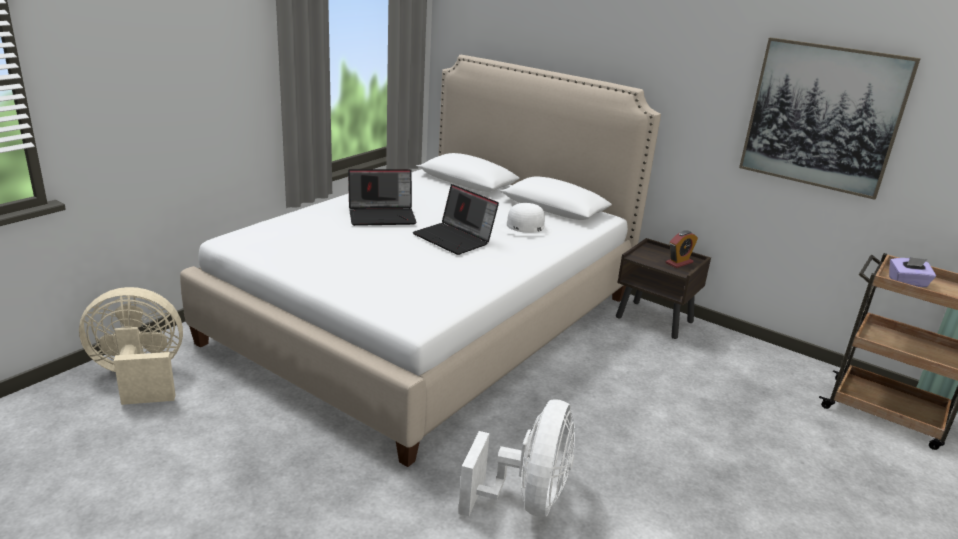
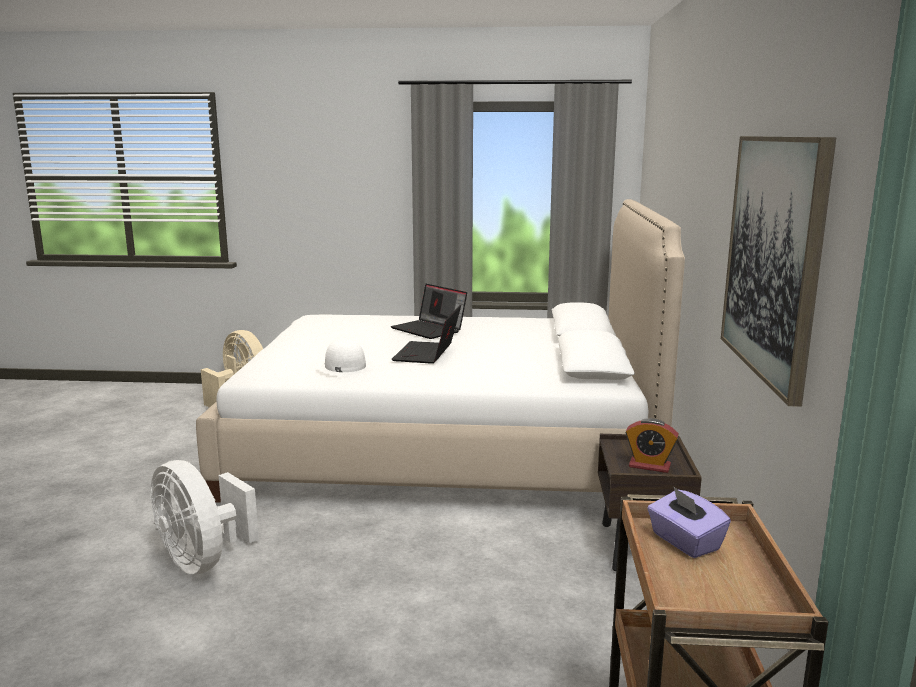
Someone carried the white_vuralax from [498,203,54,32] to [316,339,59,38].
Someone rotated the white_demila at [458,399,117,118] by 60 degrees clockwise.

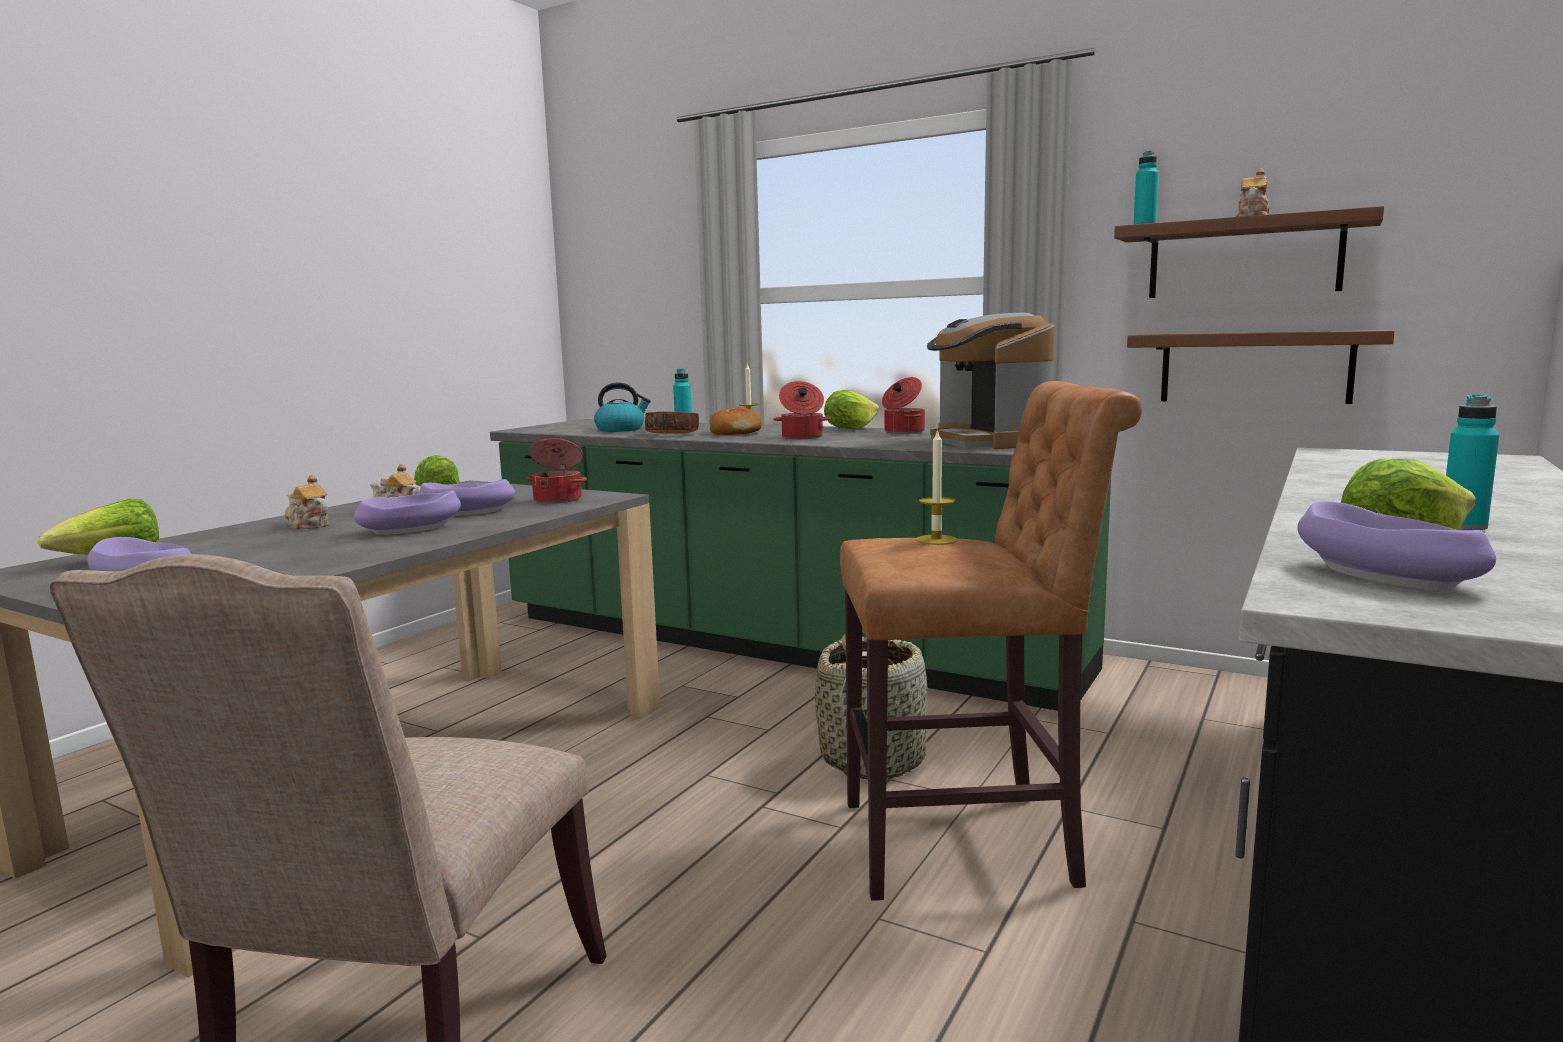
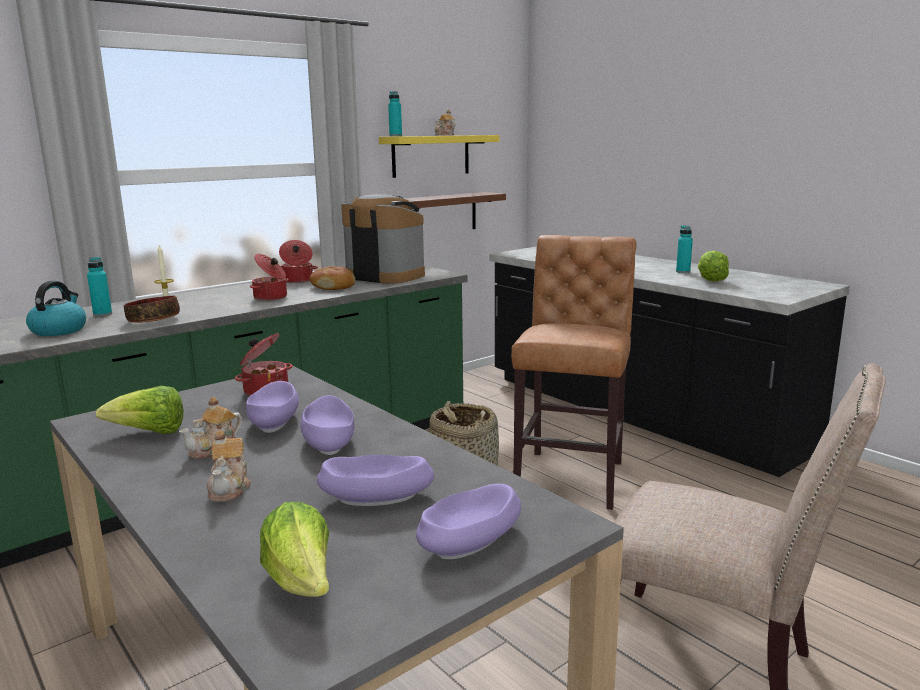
Someone took away the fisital at [824,390,55,39].
Someone took away the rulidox at [916,429,42,116].
Someone carried the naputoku from [710,407,52,28] to [310,266,45,24].
Someone carried the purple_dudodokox from [1297,501,199,89] to [317,455,117,51].
Someone repainted the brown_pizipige at [1114,206,270,92], which became the yellow_pizipige at [379,135,121,43].
Someone rotated the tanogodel at [285,475,44,54] by 60 degrees counterclockwise.
Someone rotated the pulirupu at [927,313,128,136] by 150 degrees counterclockwise.

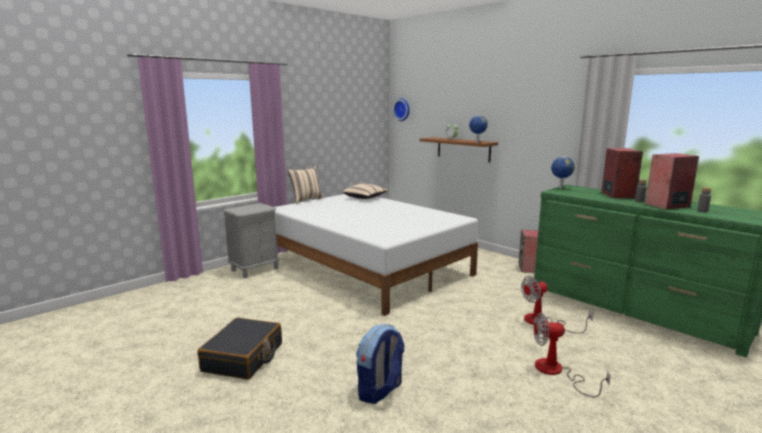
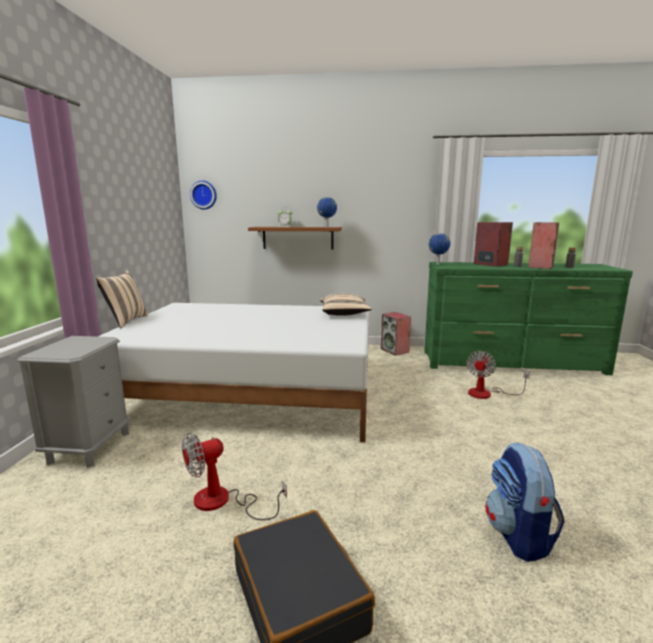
Someone carried the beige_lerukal from [343,184,46,15] to [320,294,52,22].
Someone carried the demila from [533,313,78,84] to [182,433,105,87].

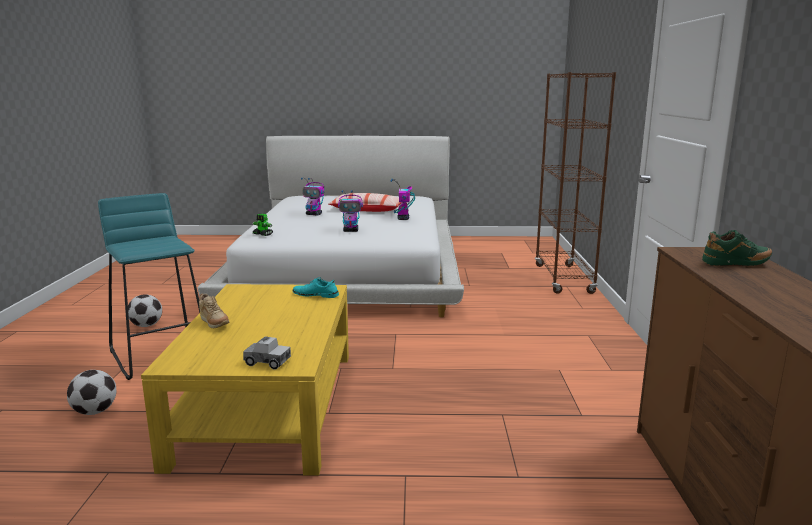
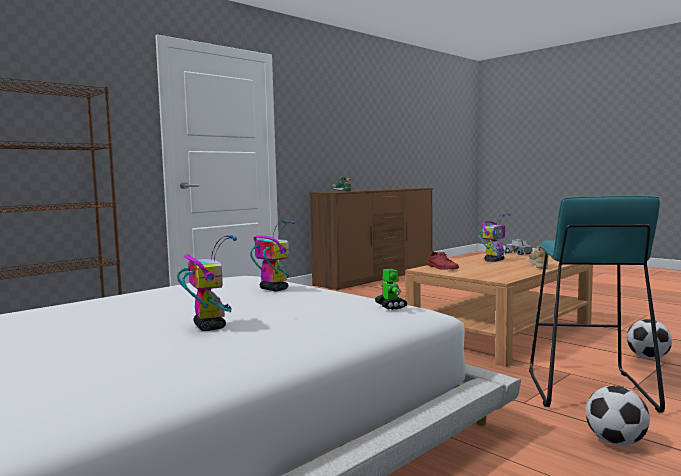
Someone took away the lerukal at [328,193,74,19].
Someone carried the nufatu from [390,179,25,41] to [479,213,32,49].
Someone repainted the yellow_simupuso at [141,284,208,192], which became the brown_simupuso at [405,251,188,116].
Someone repainted the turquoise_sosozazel at [293,277,46,21], which became the red_sosozazel at [427,251,32,19].

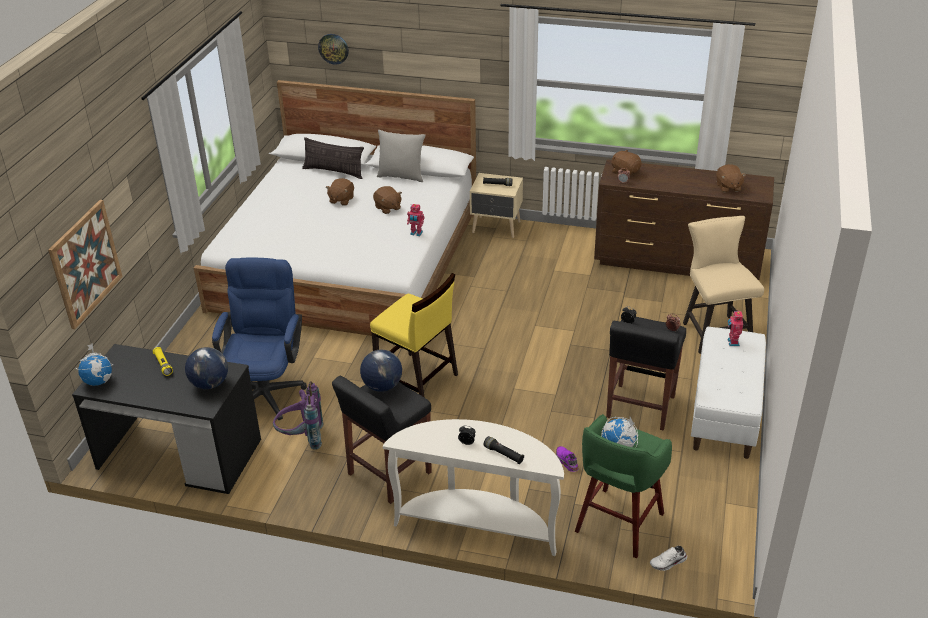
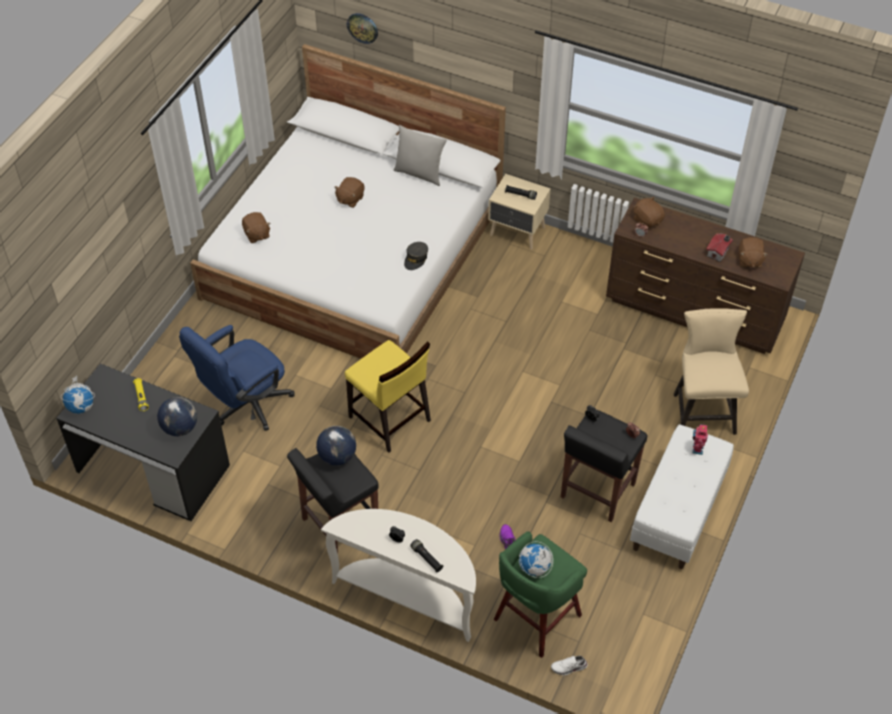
Someone took away the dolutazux at [48,200,75,129].
Someone took away the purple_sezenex at [273,381,50,69].
Someone took away the lerukal at [302,137,62,42].
Someone put down the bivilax at [706,233,27,29].
Someone carried the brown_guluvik from [373,186,29,28] to [242,212,29,31].
Someone swapped the nufatu at [407,204,18,32] for the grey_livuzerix at [404,242,24,28].
Someone rotated the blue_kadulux at [212,257,95,163] by 150 degrees counterclockwise.

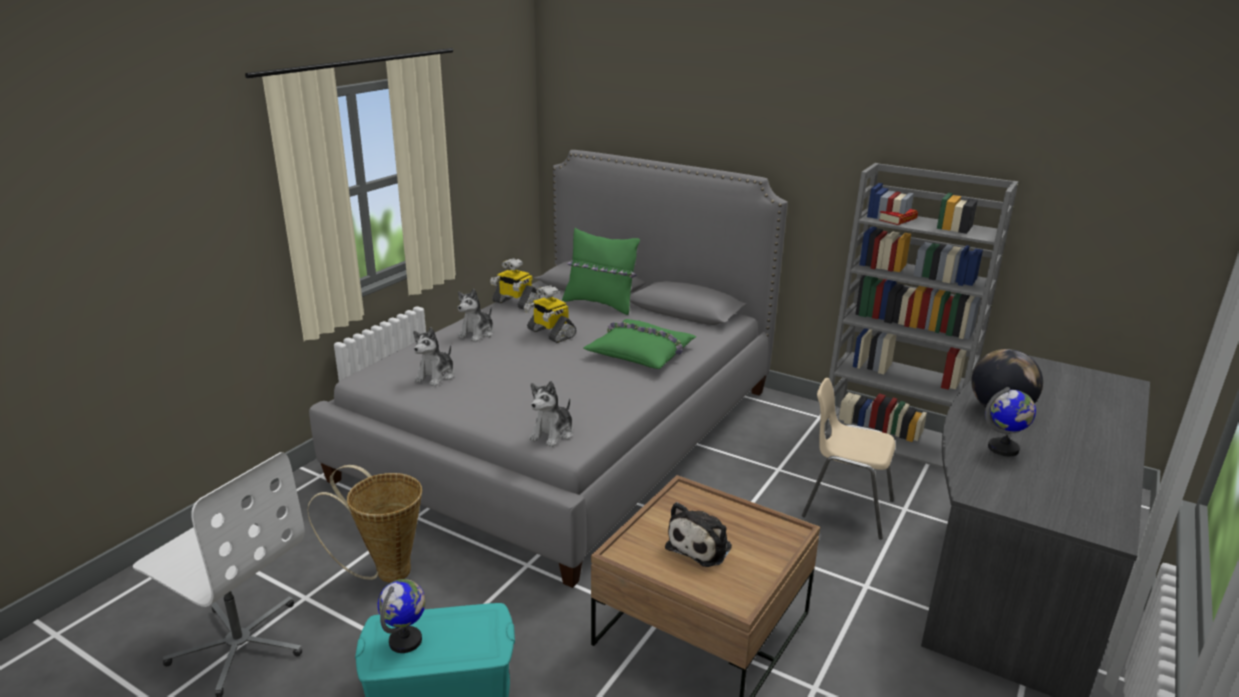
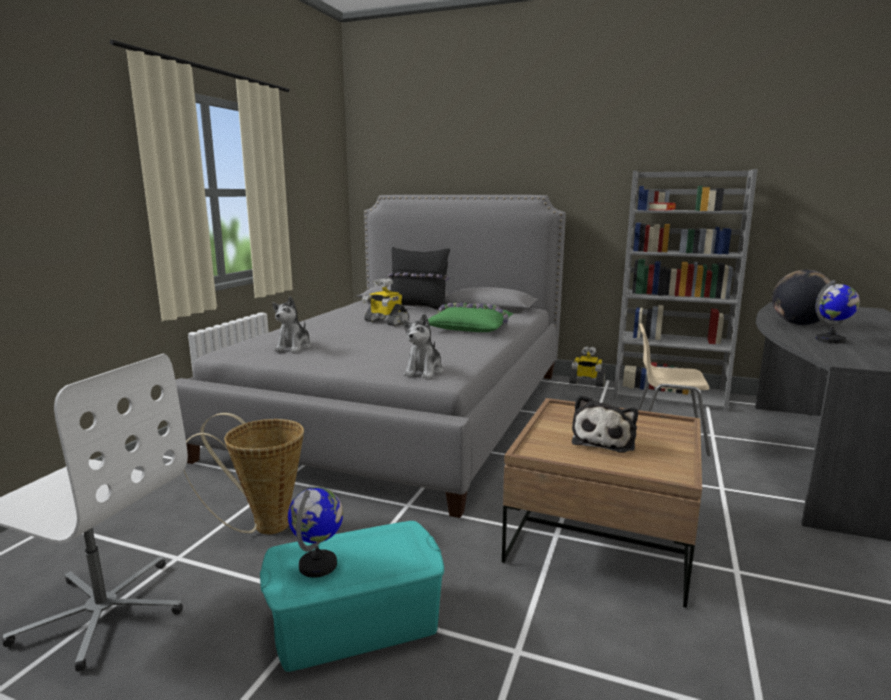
Someone took away the guluvik at [458,289,36,53].
Someone carried the nufatu from [490,258,50,51] to [569,346,36,41].
Someone repainted the green_lerukal at [562,228,78,87], which became the black_lerukal at [388,247,62,64].

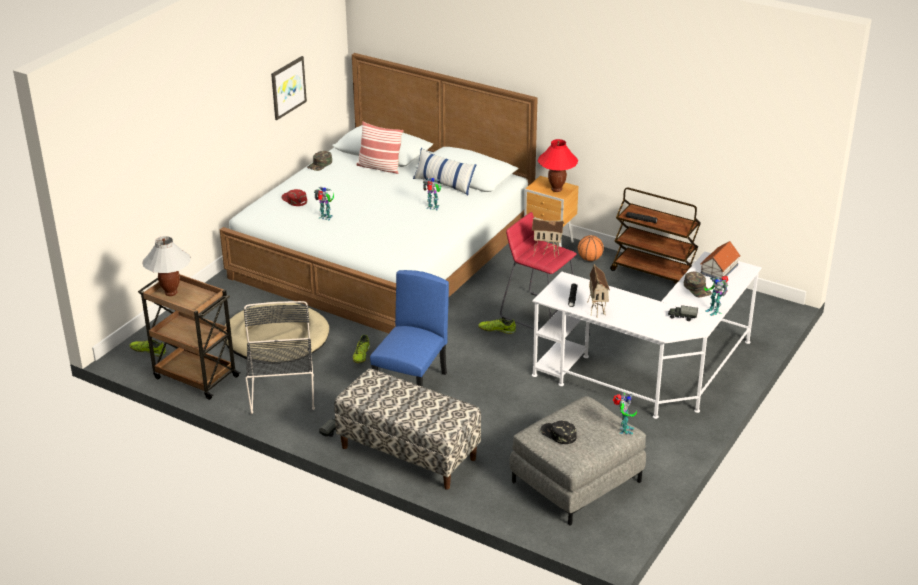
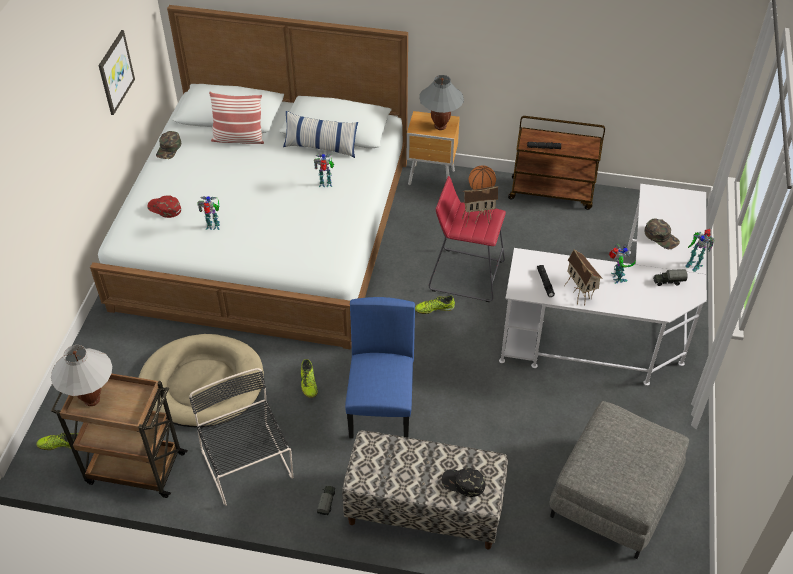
Someone took away the bivilax at [700,241,40,39].
Someone carried the black_livuzerix from [540,421,37,23] to [442,468,43,29].
Someone carried the nufatu from [613,393,24,41] to [609,244,27,40].
Someone repainted the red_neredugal at [538,139,40,53], which became the grey_neredugal at [419,75,45,55].

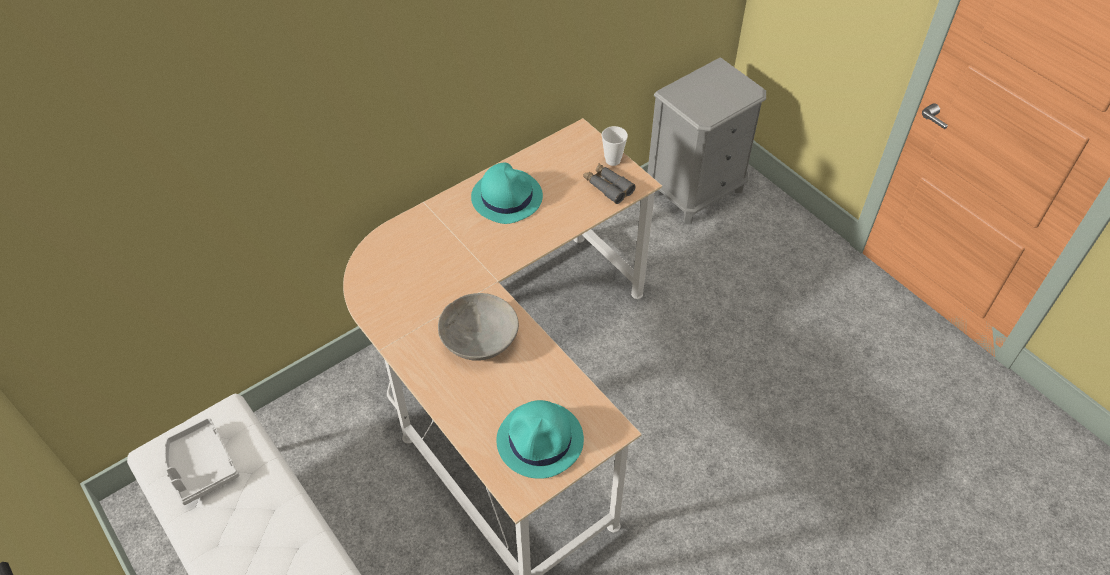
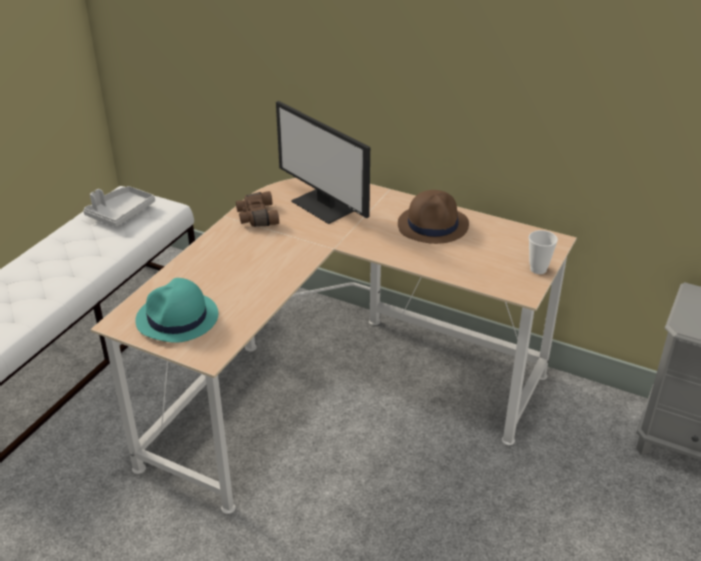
Someone took away the grey_dudodokox at [438,293,81,68].
Someone took away the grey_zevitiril at [583,164,52,40].
Someone put down the brown_zevitiril at [236,191,43,36].
Someone put down the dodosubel at [276,101,94,123].
Someone repainted the turquoise_vuralax at [471,162,72,62], which became the brown_vuralax at [398,190,71,54].

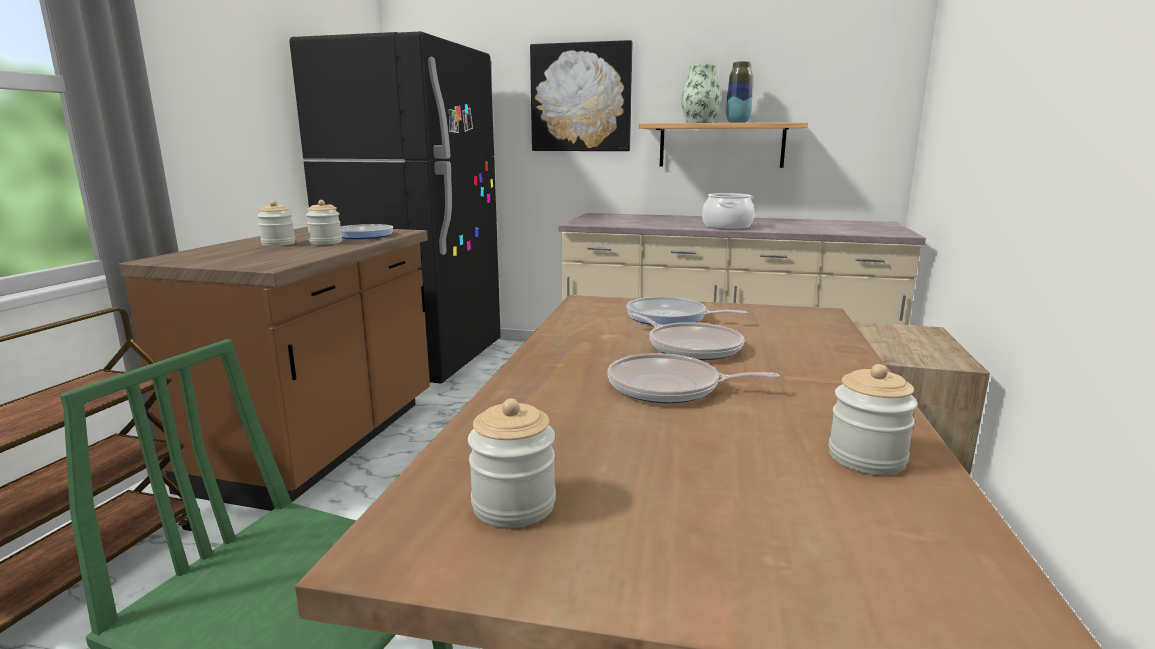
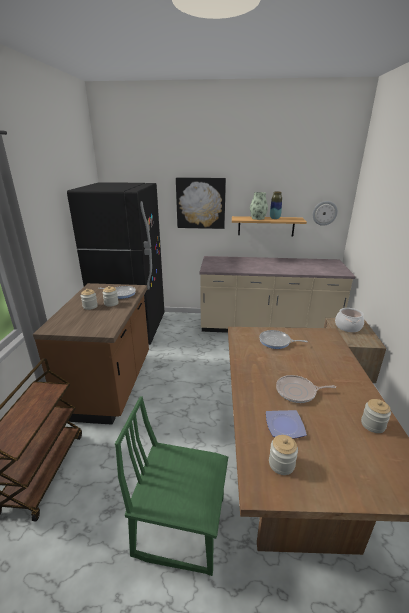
Someone took away the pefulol at [628,313,116,47].
Someone put down the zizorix at [266,410,41,28].
Someone put up the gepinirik at [313,201,25,25].
Someone carried the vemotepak from [702,193,53,36] to [335,308,29,24].

